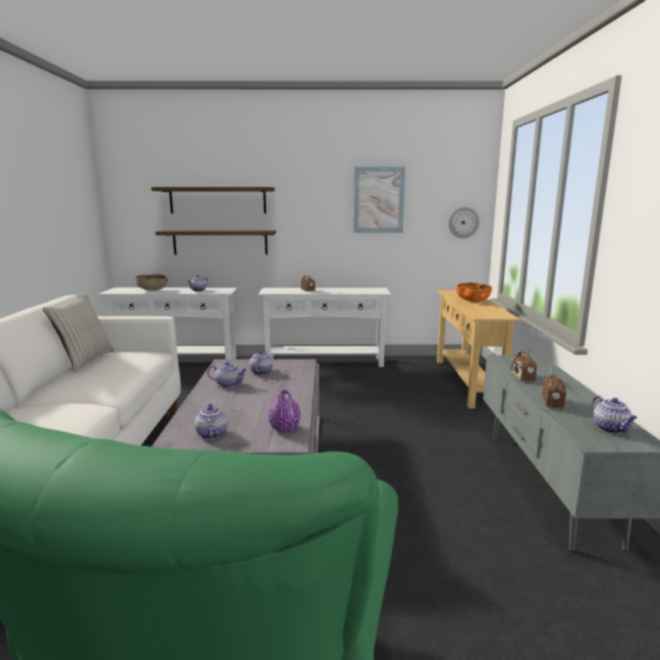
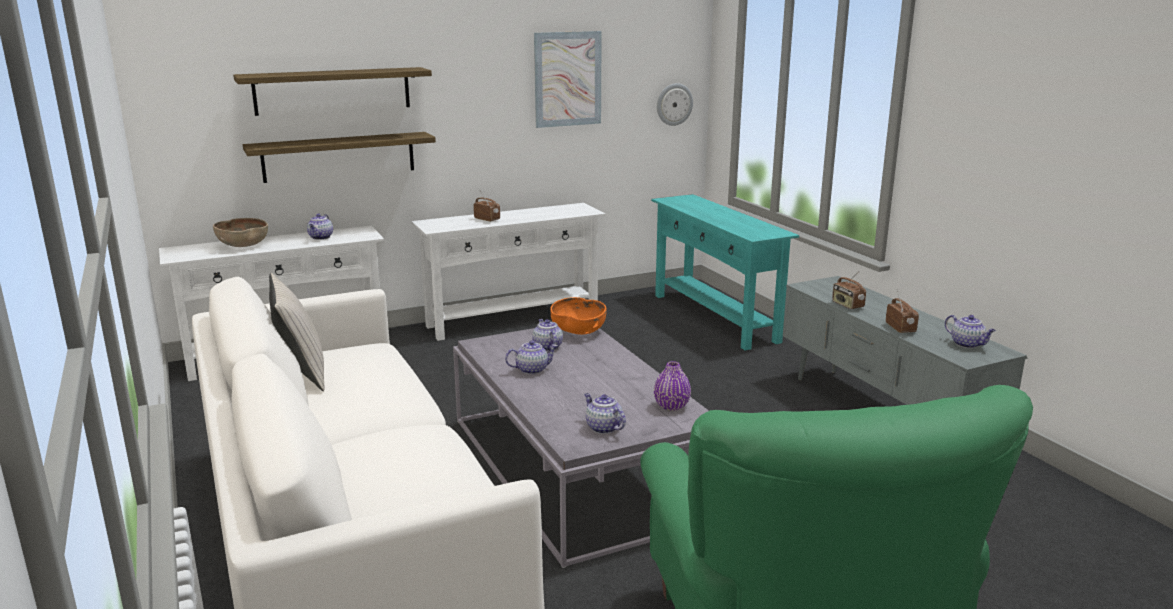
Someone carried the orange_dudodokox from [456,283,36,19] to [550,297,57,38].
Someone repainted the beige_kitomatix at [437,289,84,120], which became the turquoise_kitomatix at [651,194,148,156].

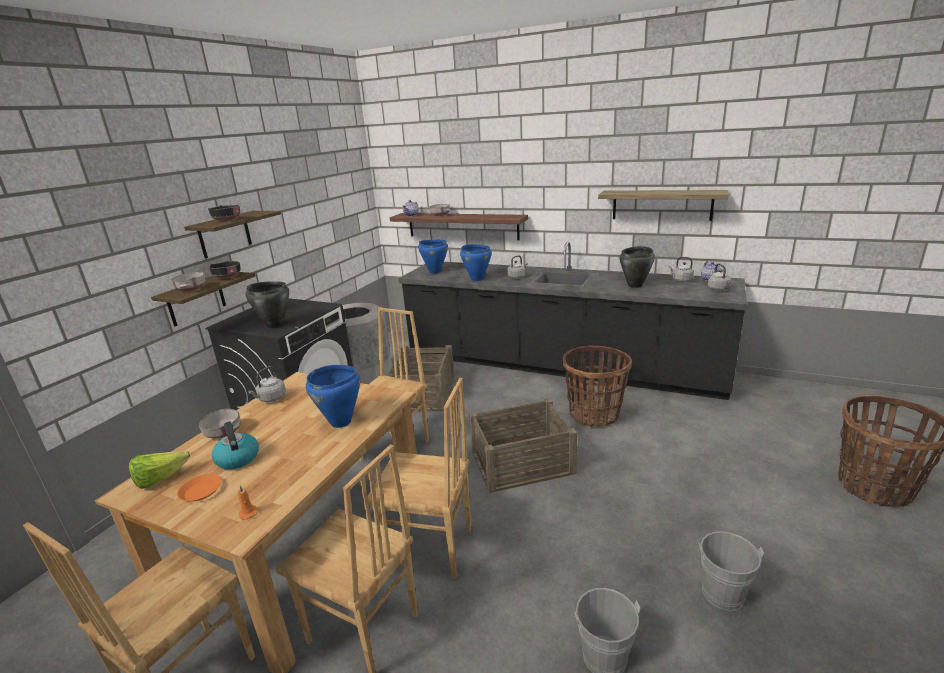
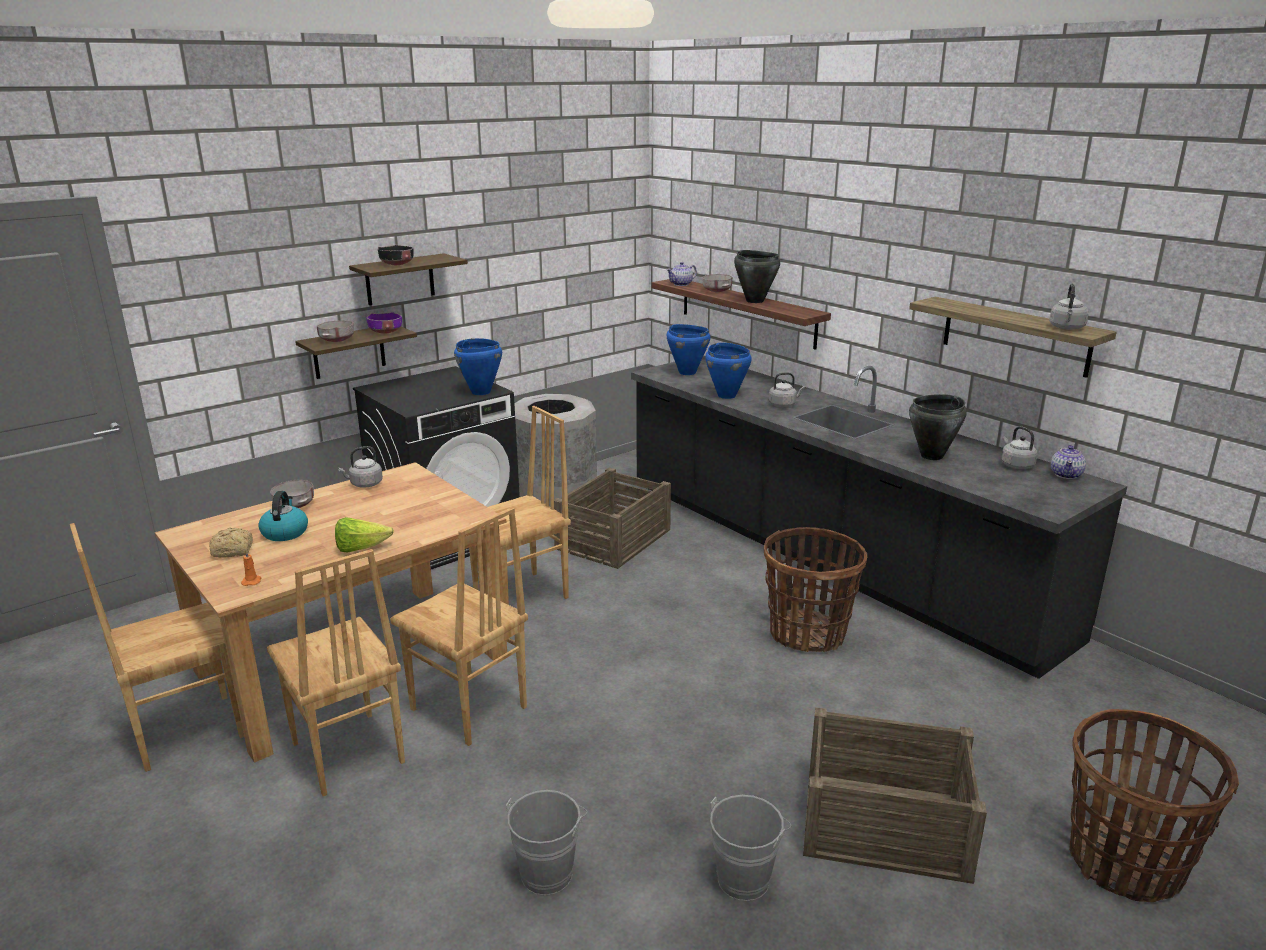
Someone carried the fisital from [129,451,61,38] to [335,517,59,36].
Someone carried the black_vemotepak from [245,281,44,48] to [734,250,46,53].
Someone carried the blue_vemotepak from [306,365,54,63] to [454,338,48,57].
Someone carried the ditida from [469,398,108,95] to [803,707,184,177].
Someone carried the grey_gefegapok from [708,263,23,28] to [1049,284,40,46].
Someone swapped the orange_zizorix at [177,474,45,28] for the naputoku at [209,528,44,30].
Someone repainted the black_dudodokox at [209,261,31,17], which became the purple_dudodokox at [367,312,35,22].

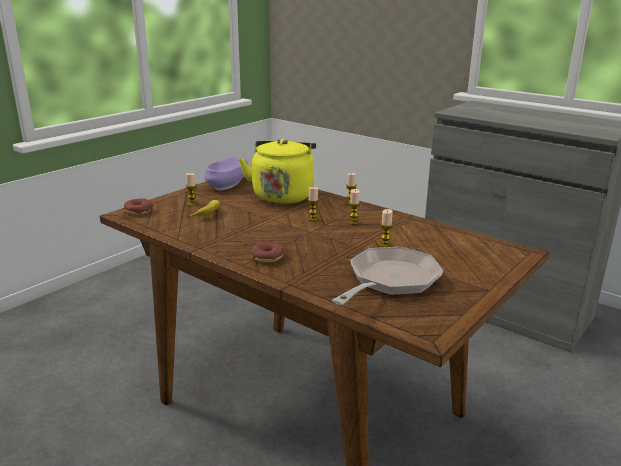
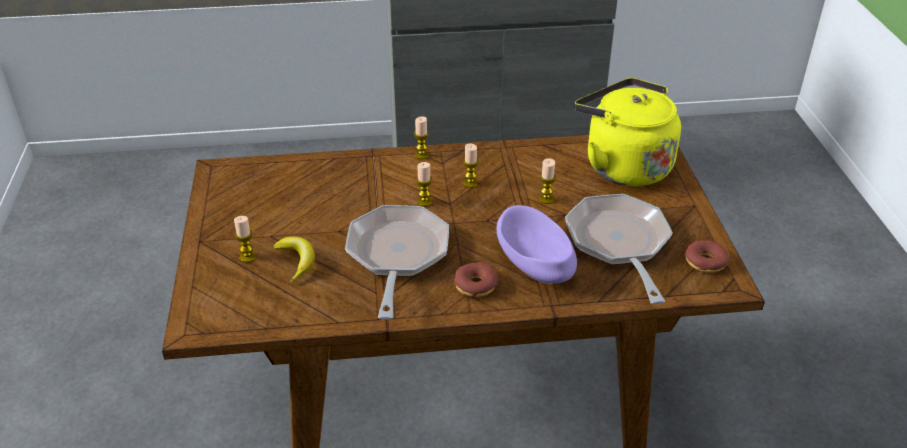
Someone put down the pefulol at [345,205,104,115].
Someone carried the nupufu from [124,198,29,17] to [684,240,45,33].
Someone carried the purple_dudodokox from [204,156,44,35] to [496,205,81,79].
Someone carried the yellow_gefegapok from [239,139,77,65] to [575,78,106,108].

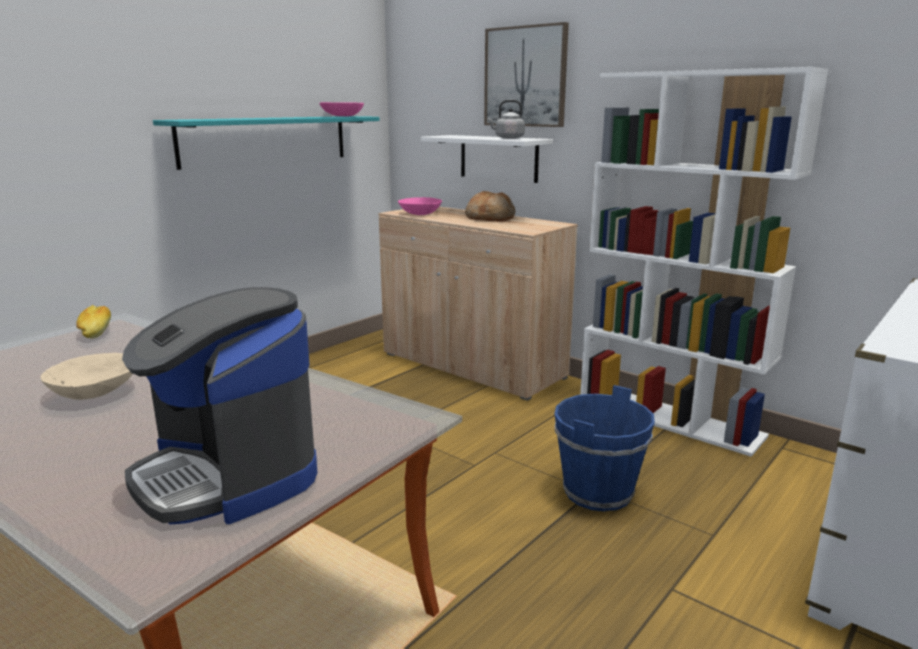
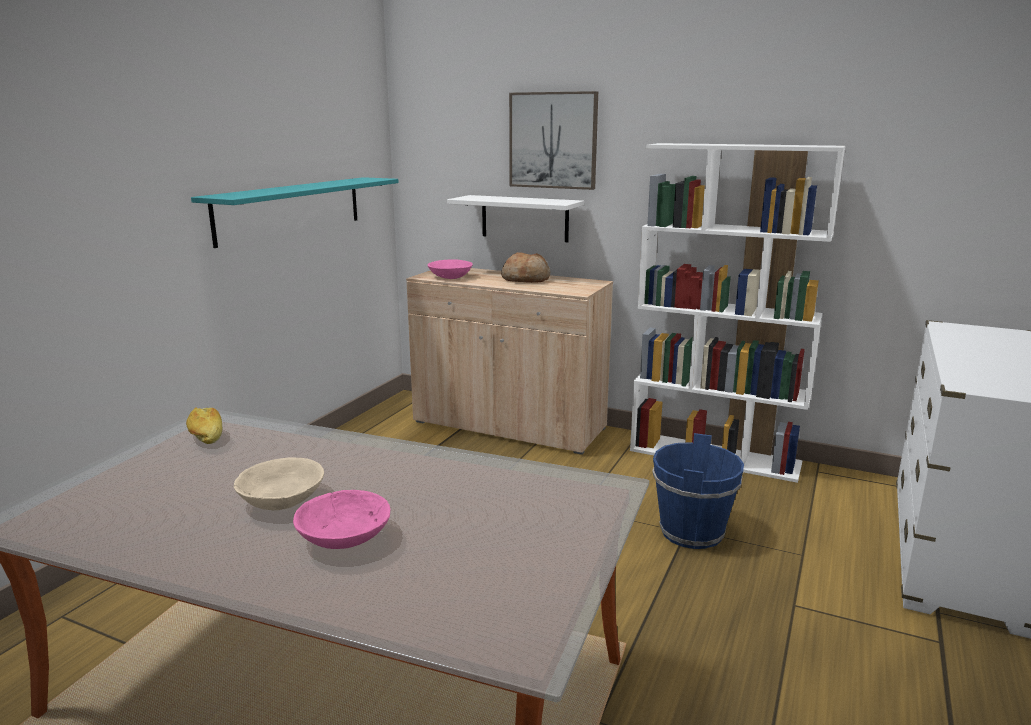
Someone took away the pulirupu at [122,287,195,238].
Someone took away the grey_gefegapok at [487,100,38,39].
Someone carried the pink_dudodokox from [319,102,45,15] to [293,490,97,59].

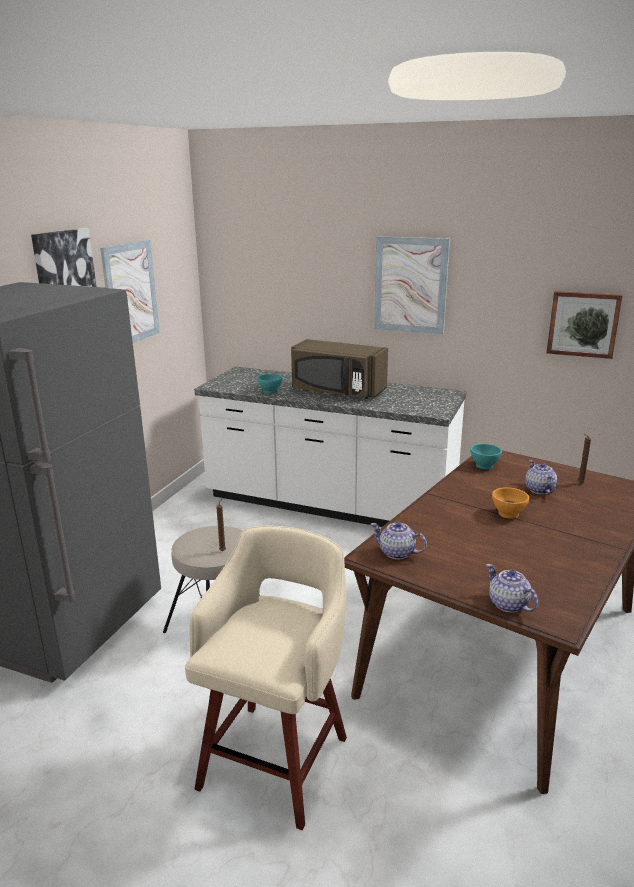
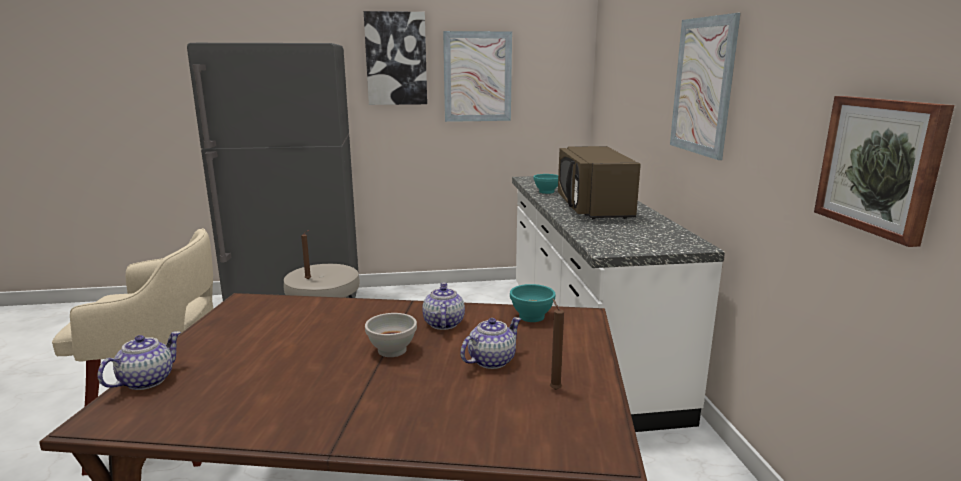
Someone carried the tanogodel from [370,522,57,37] to [422,283,43,47].
Someone repainted the orange_dudodokox at [492,487,37,32], which became the white_dudodokox at [365,313,52,44].

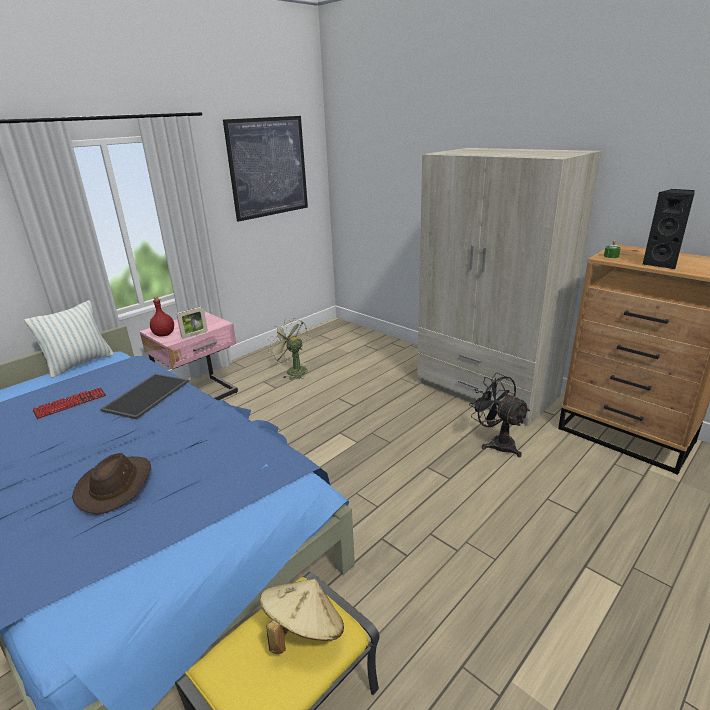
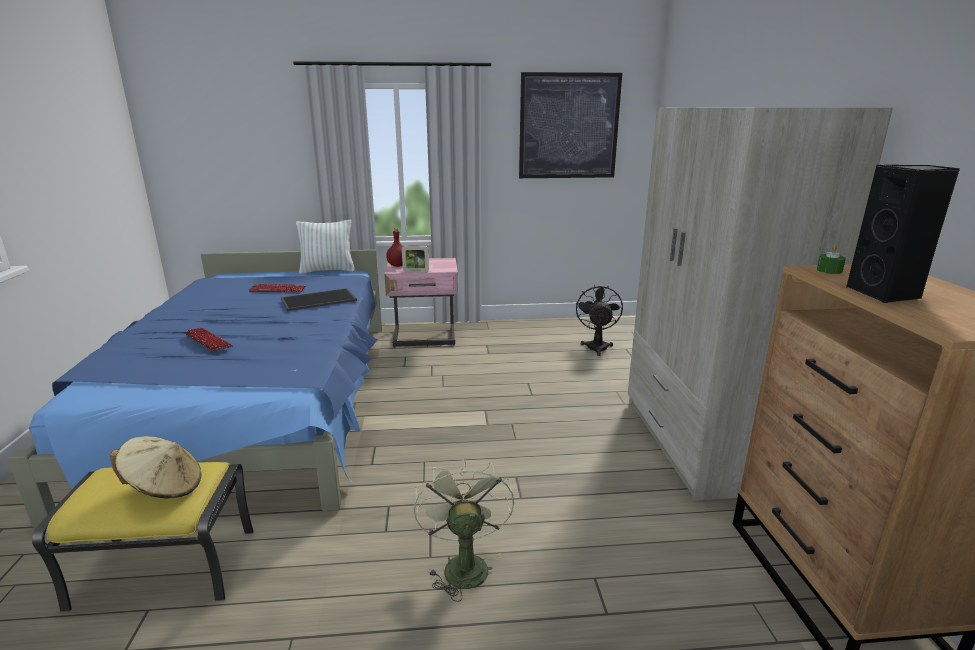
Someone carried the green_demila from [268,318,40,62] to [414,458,100,144].
Someone carried the black_demila from [469,373,61,84] to [576,284,47,72].
Someone swapped the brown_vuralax at [72,453,79,62] for the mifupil at [183,327,50,24].

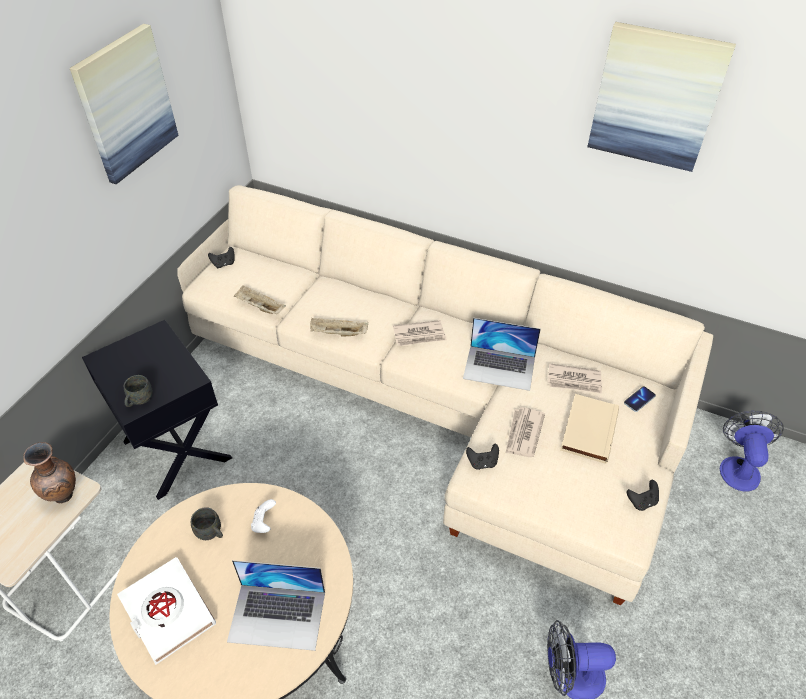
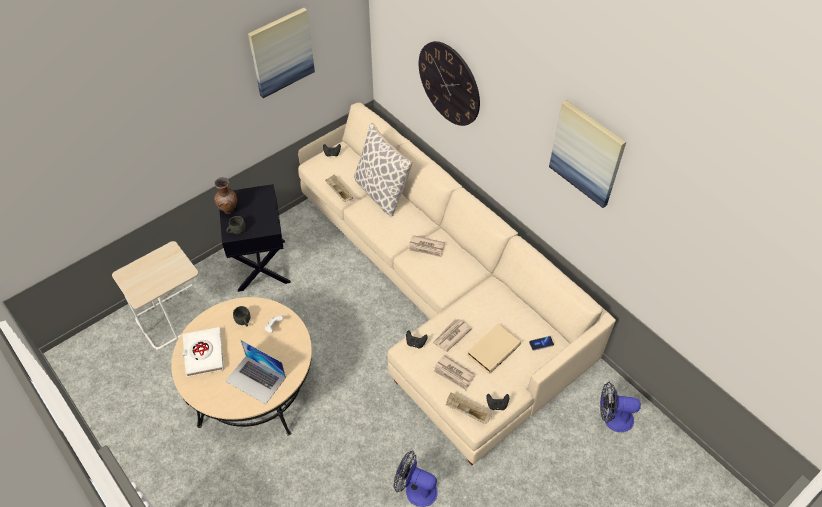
Someone took away the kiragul at [463,318,78,73].
Someone put down the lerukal at [354,123,59,93].
Someone put up the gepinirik at [419,41,61,85].
Someone carried the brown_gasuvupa from [23,442,53,62] to [214,177,23,37].
Someone carried the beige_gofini from [310,318,58,19] to [446,392,46,32].
Someone carried the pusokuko from [548,363,54,31] to [433,355,43,35].
Someone rotated the demila at [720,410,64,82] by 120 degrees counterclockwise.

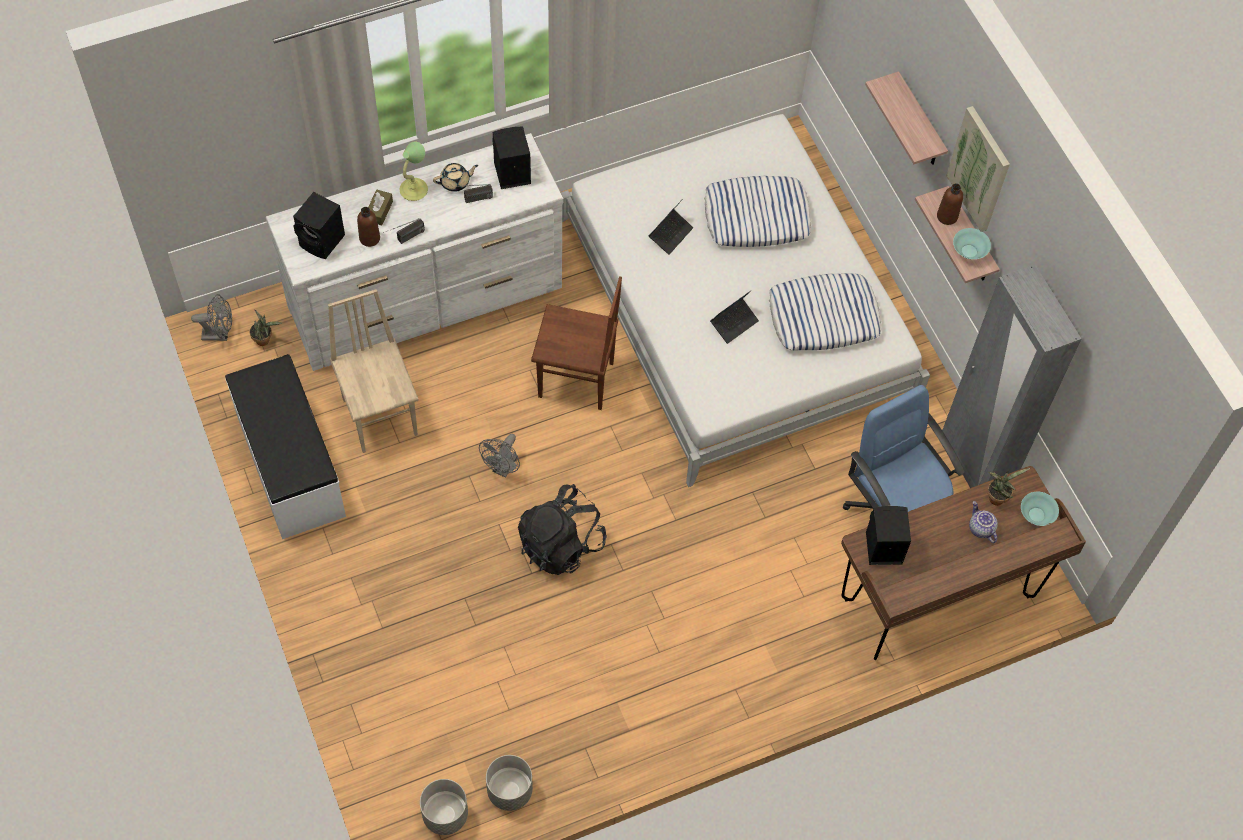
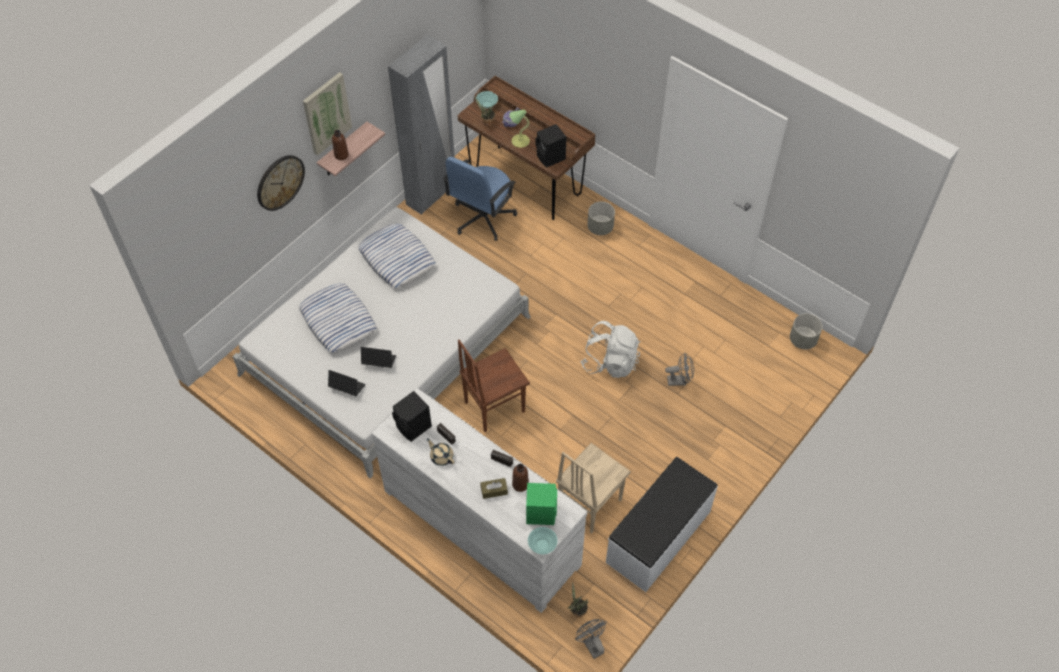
Someone carried the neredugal from [400,142,28,59] to [509,110,21,38].
Someone carried the grey_demila from [479,434,41,44] to [665,352,29,34].
Someone carried the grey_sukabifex from [486,755,47,56] to [587,201,28,34].
Someone carried the kiragul from [710,291,49,53] to [328,370,38,26].
Someone carried the turquoise_dudodokox from [953,228,38,31] to [528,527,30,27].
Someone swapped the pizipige at [865,71,83,94] for the gepinirik at [257,155,48,56].
Someone repainted the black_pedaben at [293,192,52,67], which became the green_pedaben at [526,483,31,42].
Someone repainted the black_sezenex at [518,484,89,91], which became the white_sezenex at [580,321,60,57].
Someone rotated the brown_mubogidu at [531,276,91,134] by 105 degrees counterclockwise.

